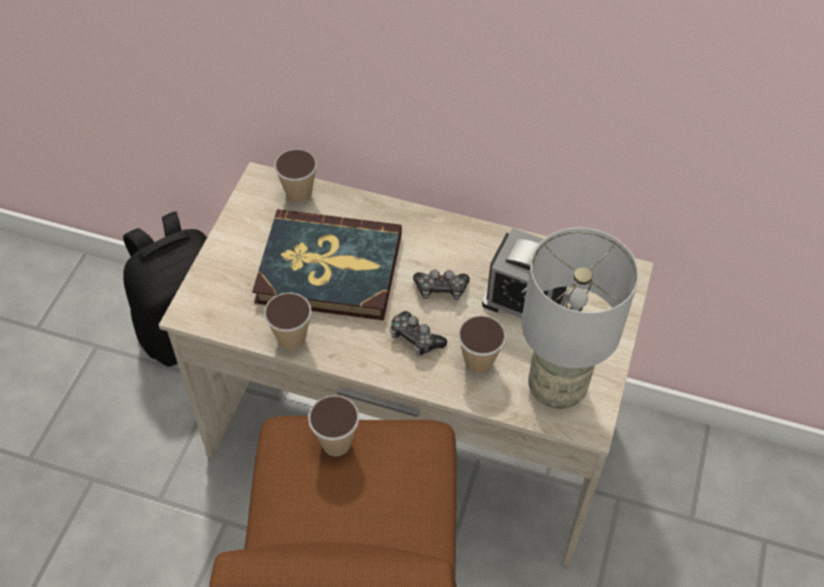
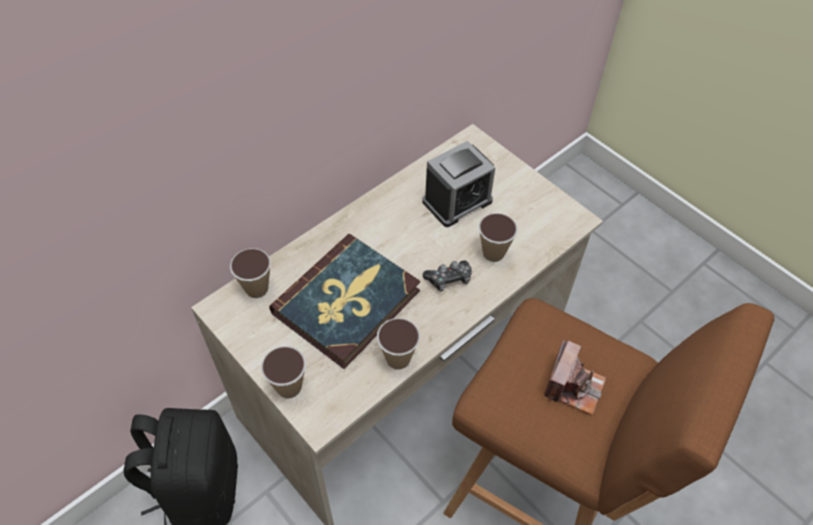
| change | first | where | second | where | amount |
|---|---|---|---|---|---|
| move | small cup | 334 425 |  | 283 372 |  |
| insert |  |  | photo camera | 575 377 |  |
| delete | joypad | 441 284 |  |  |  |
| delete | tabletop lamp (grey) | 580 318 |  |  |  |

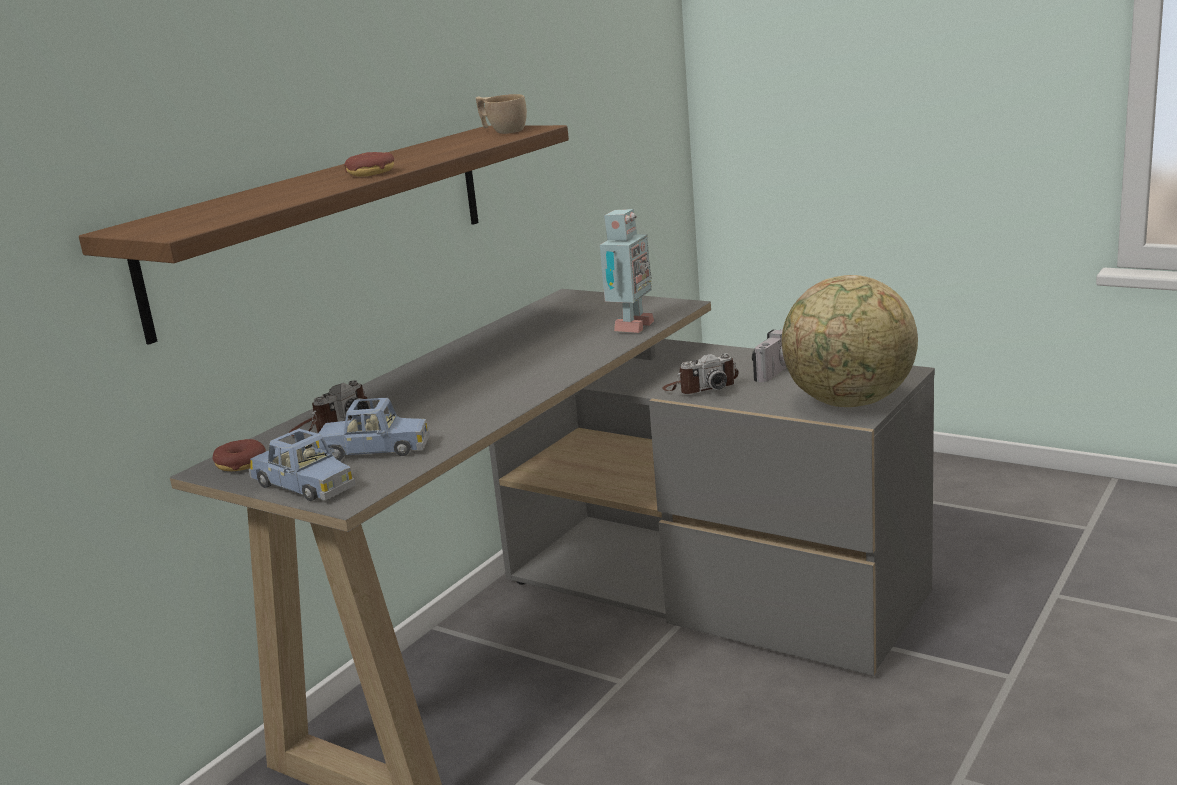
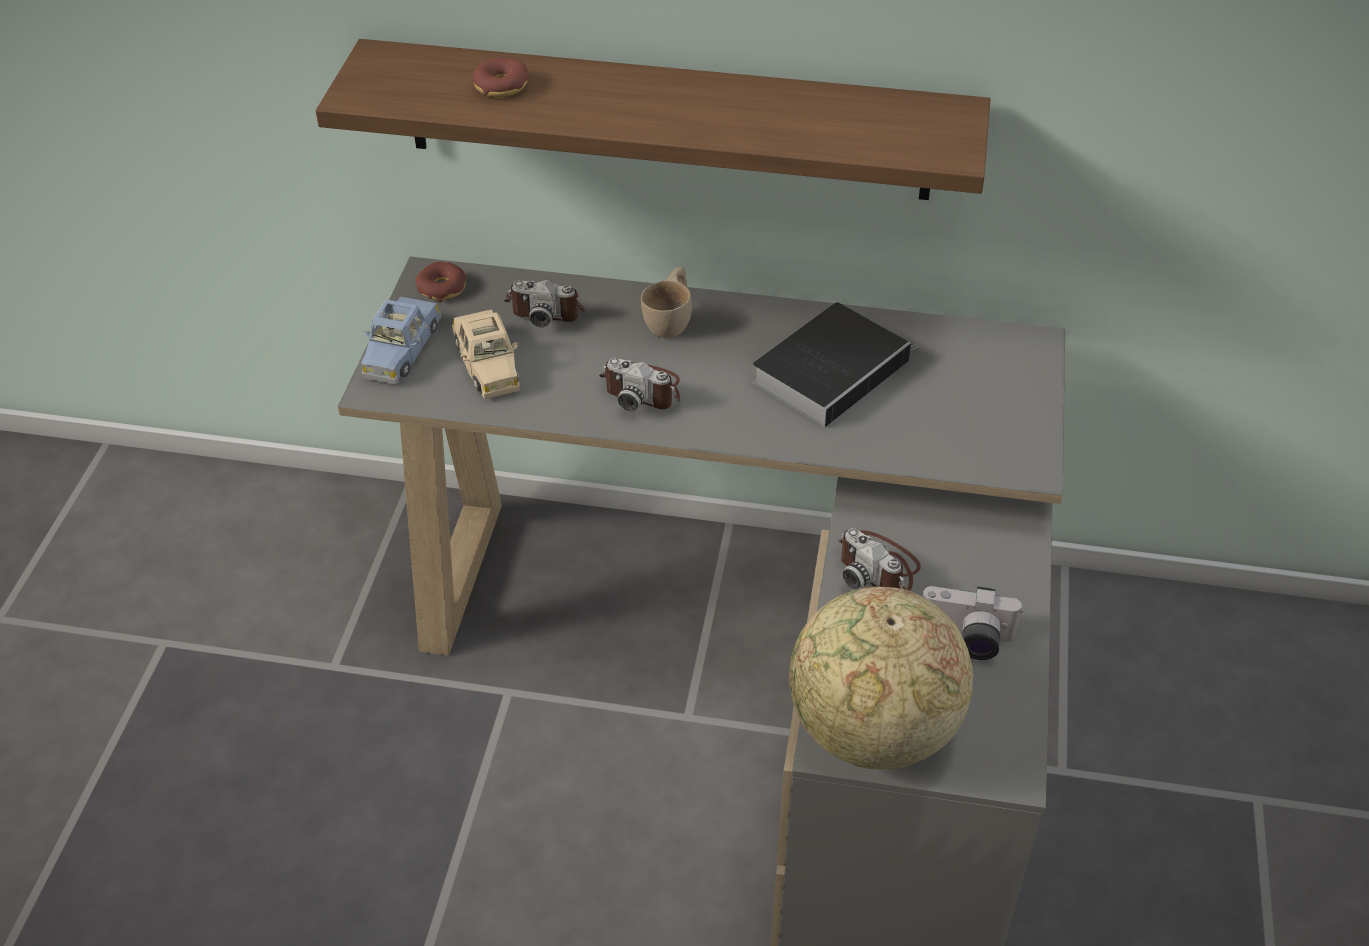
| change | first | where | second | where | amount |
|---|---|---|---|---|---|
| recolor | model car (blue-coloured) | 373 429 | model car (sand-coloured) | 486 354 |  |
| move | doughnut | 369 164 |  | 500 77 |  |
| insert |  |  | photo camera | 639 384 |  |
| move | small cup (sand-coloured) | 501 114 |  | 666 302 |  |
| insert |  |  | bound book | 835 364 |  |
| delete | toy robot | 627 271 |  |  |  |

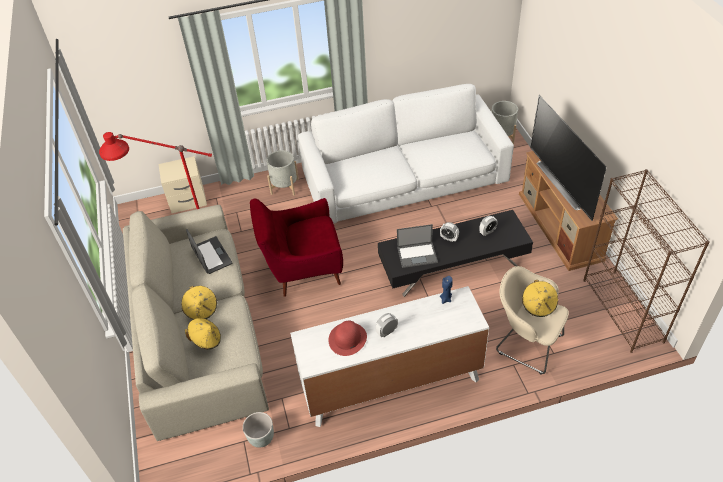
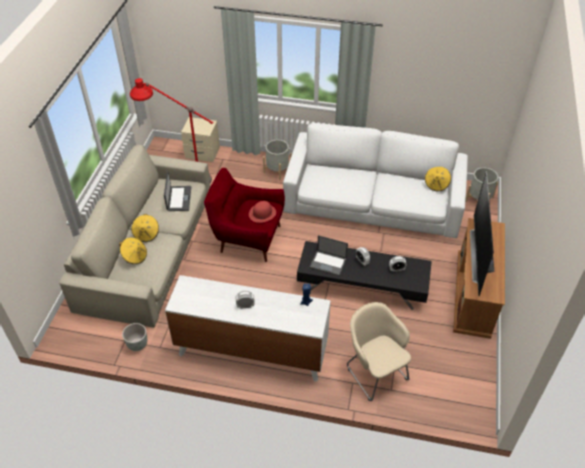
| change | first | where | second | where | amount |
|---|---|---|---|---|---|
| move | hat (reddish) | 348 338 |  | 262 212 |  |
| move | hat (yellow) | 540 298 |  | 438 179 |  |
| delete | bookcase (brown-coloured) | 646 261 |  |  |  |

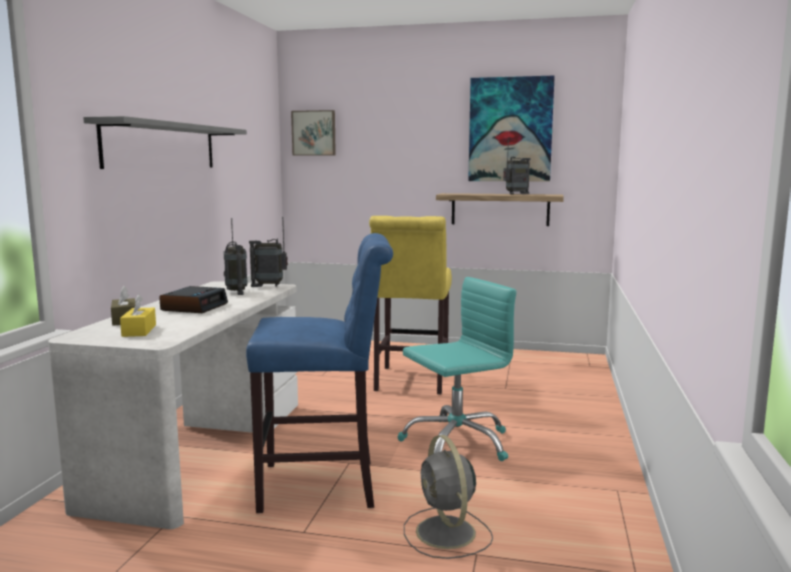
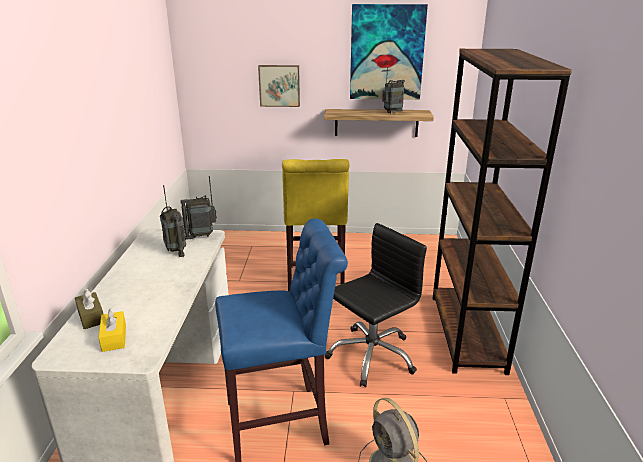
| change | first | where | second | where | amount |
|---|---|---|---|---|---|
| move | picture | 313 133 |  | 279 86 |  |
| recolor | computer chair (blue-green) | 456 369 | computer chair (black-coloured) | 376 305 |  |
| insert |  |  | bookcase (brown-coloured) | 502 212 |  |
| delete | bracket shelf (grey) | 165 142 |  |  |  |
| delete | bedside clock | 193 299 |  |  |  |

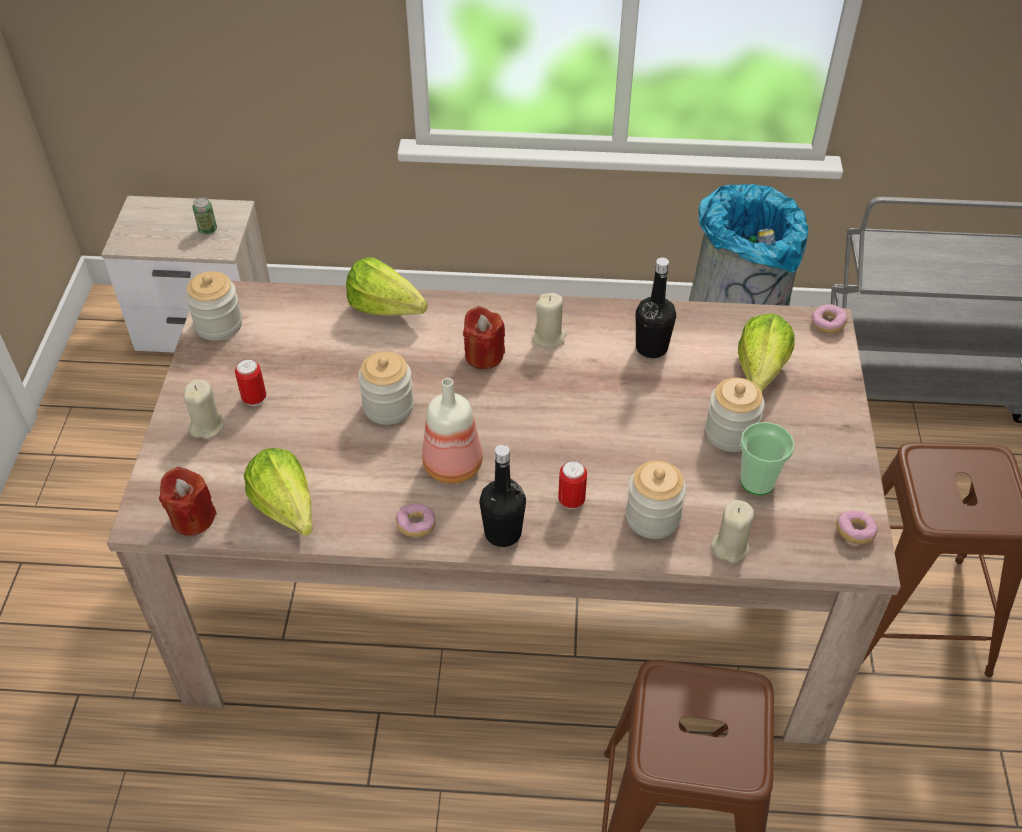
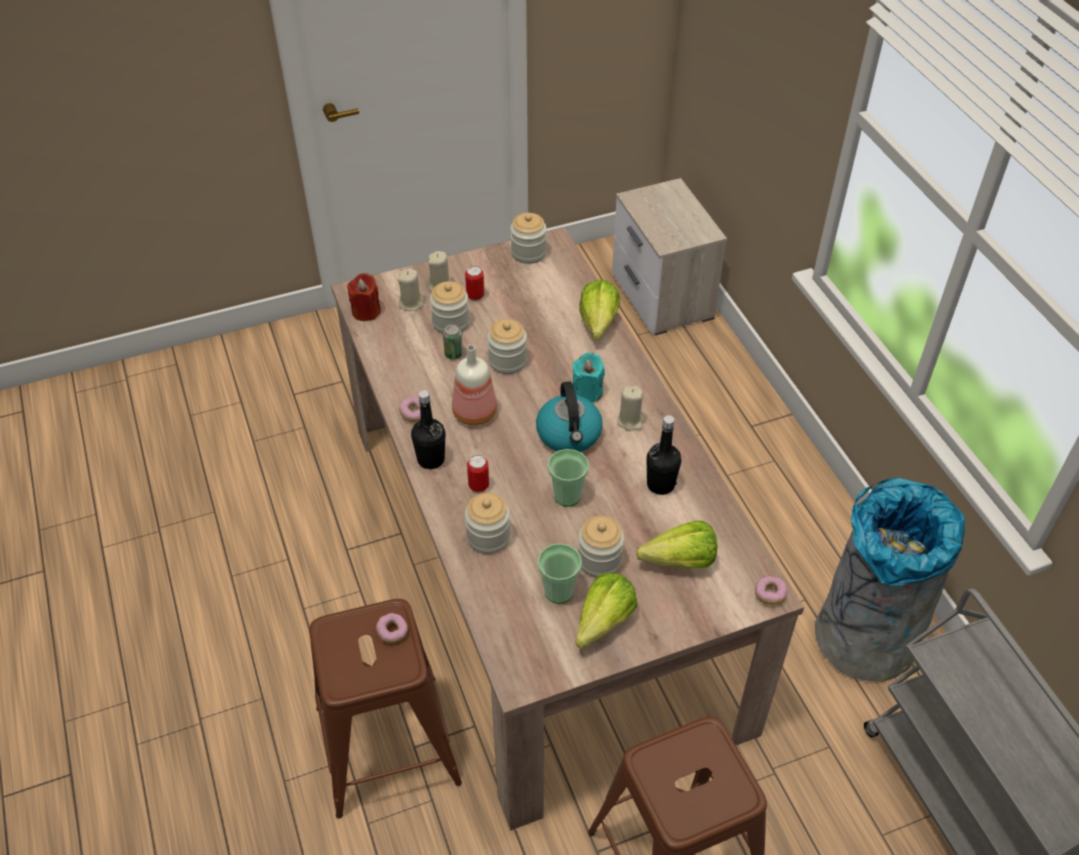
| change | first | where | second | where | amount |
|---|---|---|---|---|---|
| move | doughnut | 857 527 |  | 392 628 |  |
| move | wax candle (sand-coloured) | 732 531 |  | 411 290 |  |
| insert |  |  | jar | 449 307 |  |
| move | can | 205 216 |  | 453 342 |  |
| insert |  |  | kettle | 569 416 |  |
| insert |  |  | small cup | 568 477 |  |
| recolor | wax candle (reddish) | 484 337 | wax candle (blue-green) | 588 377 |  |
| move | lettuce head | 278 492 |  | 606 611 |  |

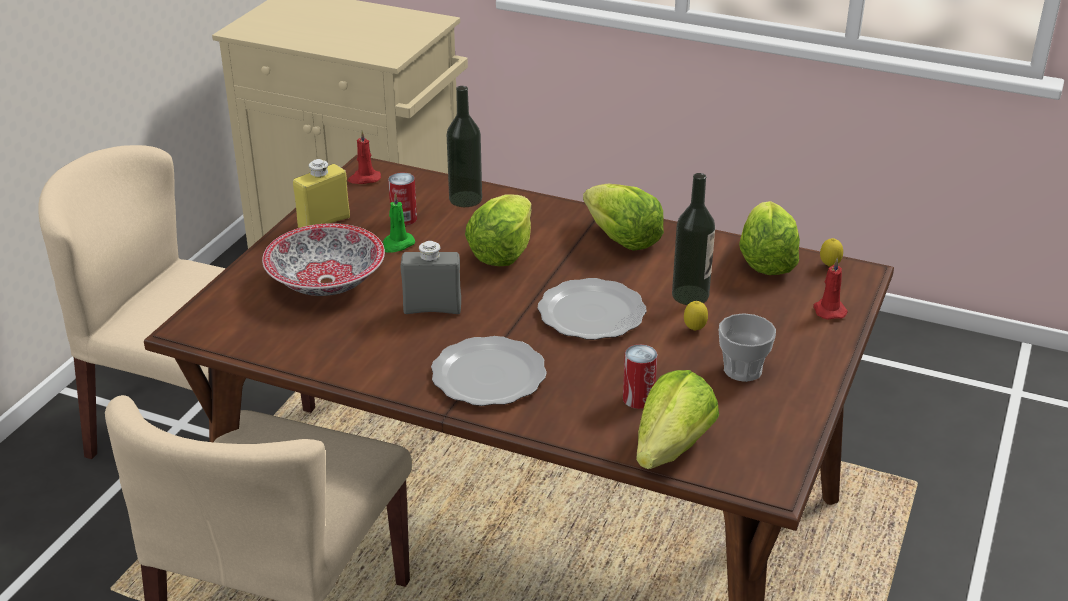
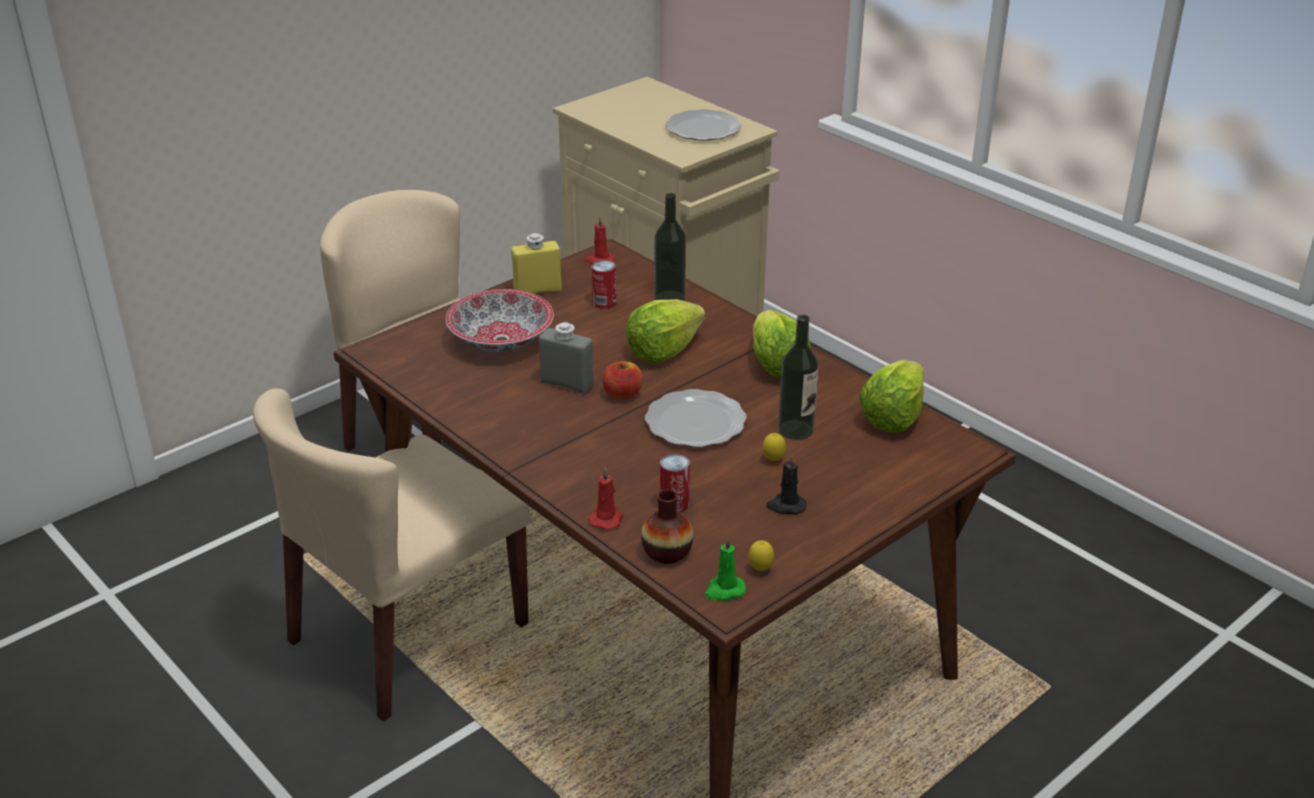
| change | first | where | second | where | amount |
|---|---|---|---|---|---|
| move | wax candle (reddish) | 830 289 |  | 605 499 |  |
| insert |  |  | whole apple | 623 380 |  |
| replace | lettuce head | 677 419 | vase | 667 527 |  |
| move | plate | 489 371 |  | 704 125 |  |
| move | wax candle (greenish) | 399 223 |  | 725 569 |  |
| move | citrus fruit | 831 252 |  | 761 555 |  |
| replace | small cup | 747 347 | wax candle (black-coloured) | 786 484 |  |

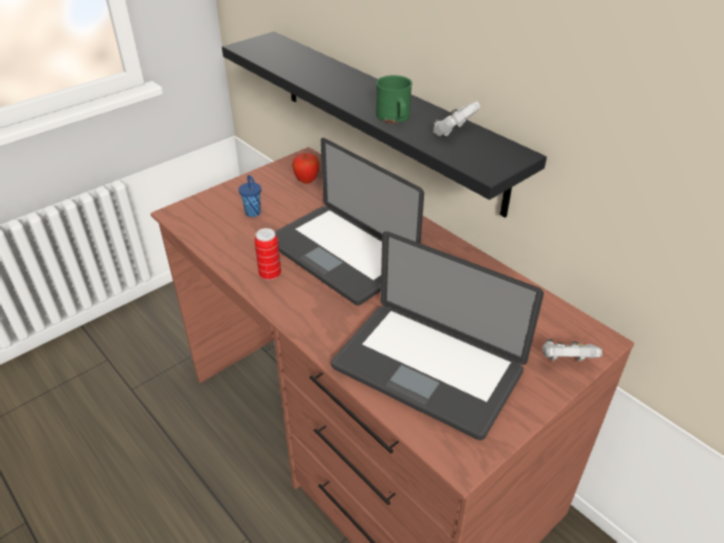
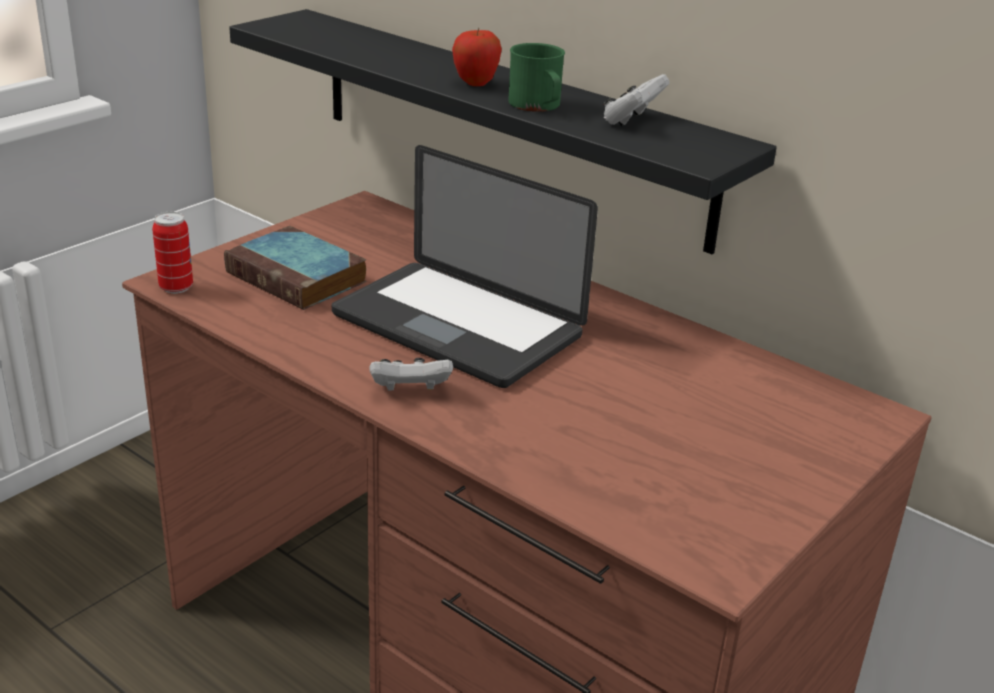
| change | first | where | second | where | amount |
|---|---|---|---|---|---|
| move | can | 267 254 |  | 172 253 |  |
| replace | small cup (blue-coloured) | 249 196 | bound book | 295 268 |  |
| move | joypad (white-coloured) | 572 350 |  | 411 374 |  |
| move | whole apple | 305 168 |  | 477 57 |  |
| delete | portable computer | 437 335 |  |  |  |

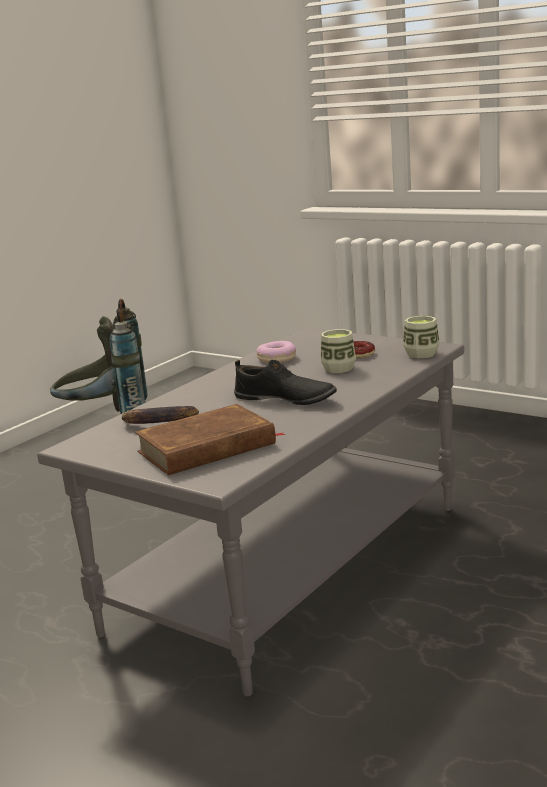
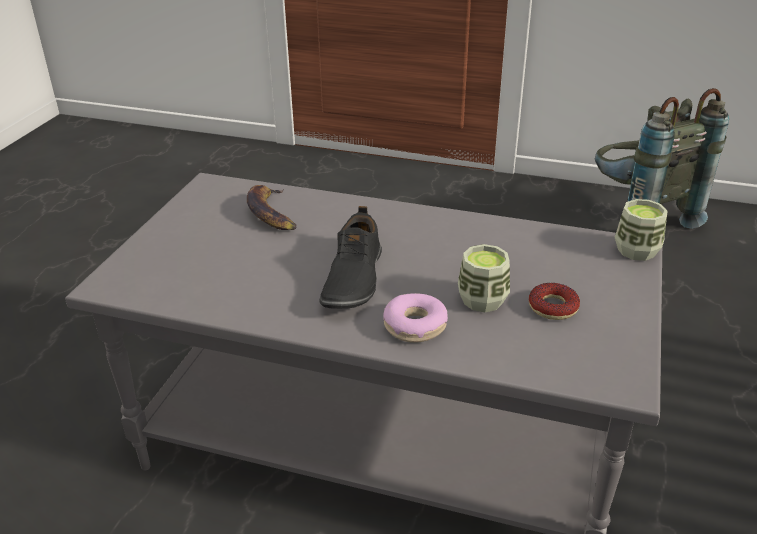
| change | first | where | second | where | amount |
|---|---|---|---|---|---|
| move | doughnut | 276 352 |  | 415 318 |  |
| move | small cup | 421 337 |  | 641 230 |  |
| delete | bound book (brown-coloured) | 210 439 |  |  |  |

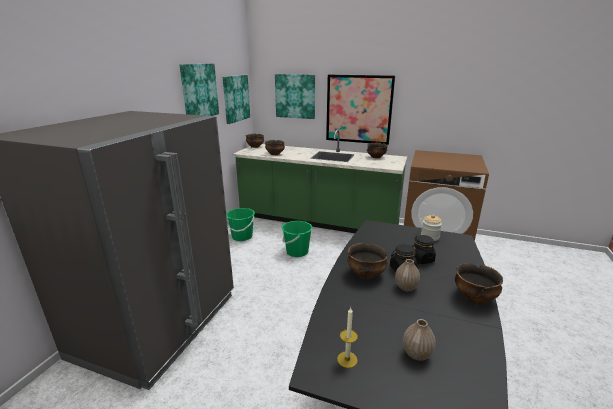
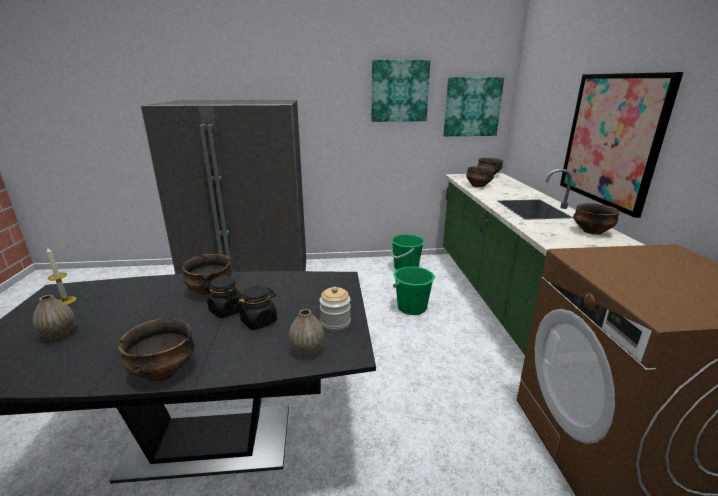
| change | first | where | second | where | amount |
|---|---|---|---|---|---|
| move | vase | 407 275 |  | 306 332 |  |
| delete | picture | 295 96 |  |  |  |

